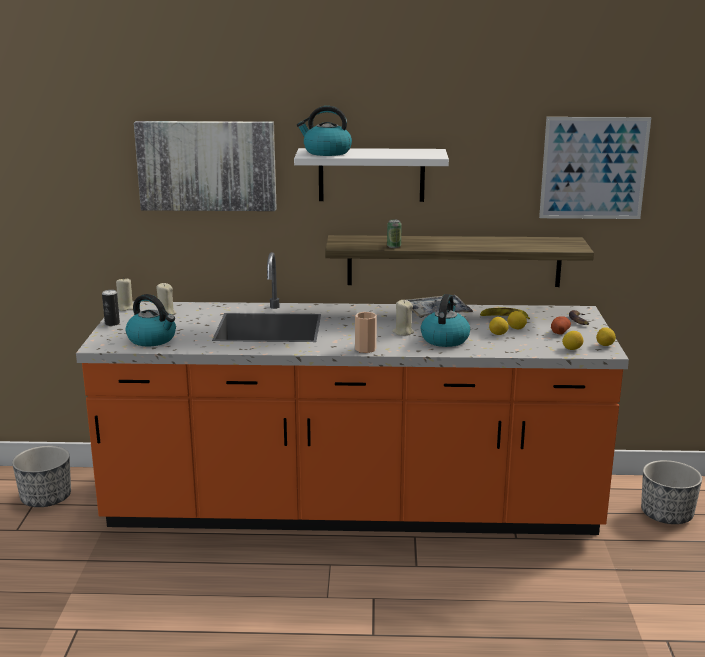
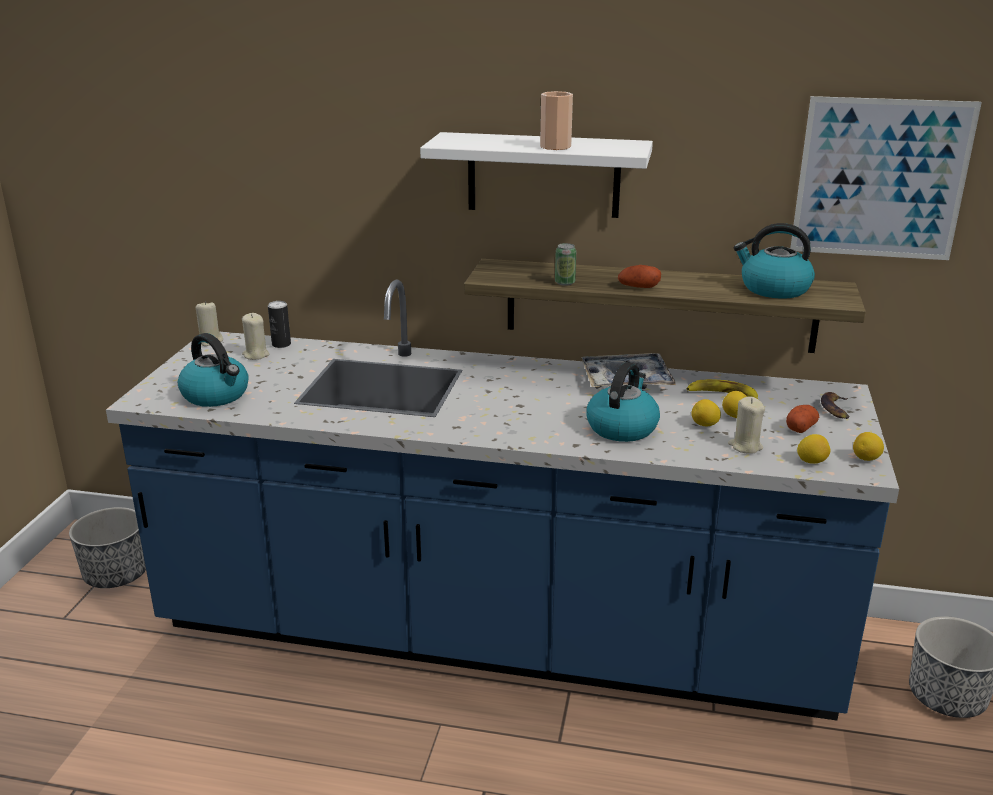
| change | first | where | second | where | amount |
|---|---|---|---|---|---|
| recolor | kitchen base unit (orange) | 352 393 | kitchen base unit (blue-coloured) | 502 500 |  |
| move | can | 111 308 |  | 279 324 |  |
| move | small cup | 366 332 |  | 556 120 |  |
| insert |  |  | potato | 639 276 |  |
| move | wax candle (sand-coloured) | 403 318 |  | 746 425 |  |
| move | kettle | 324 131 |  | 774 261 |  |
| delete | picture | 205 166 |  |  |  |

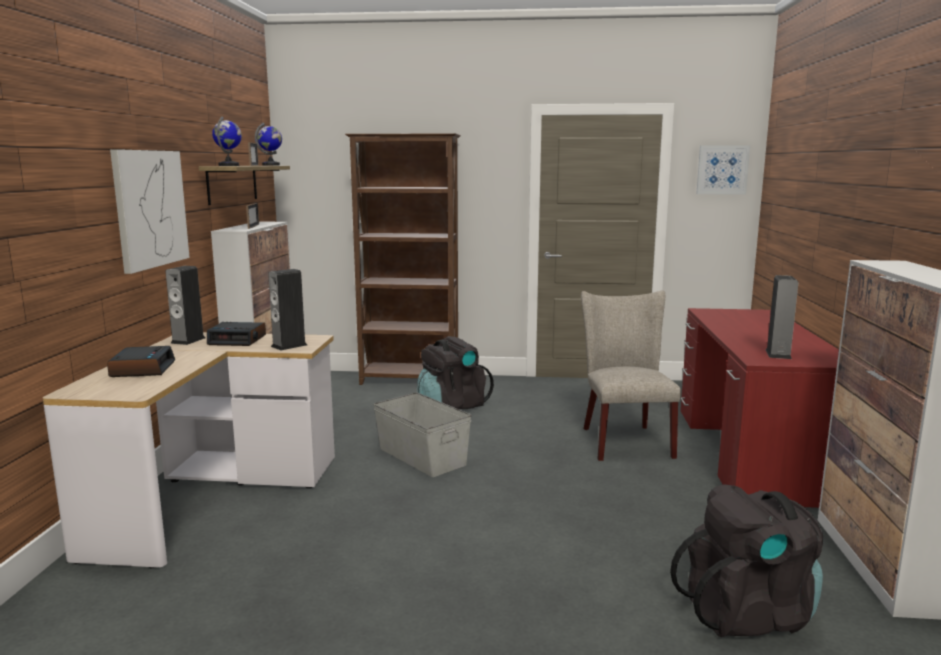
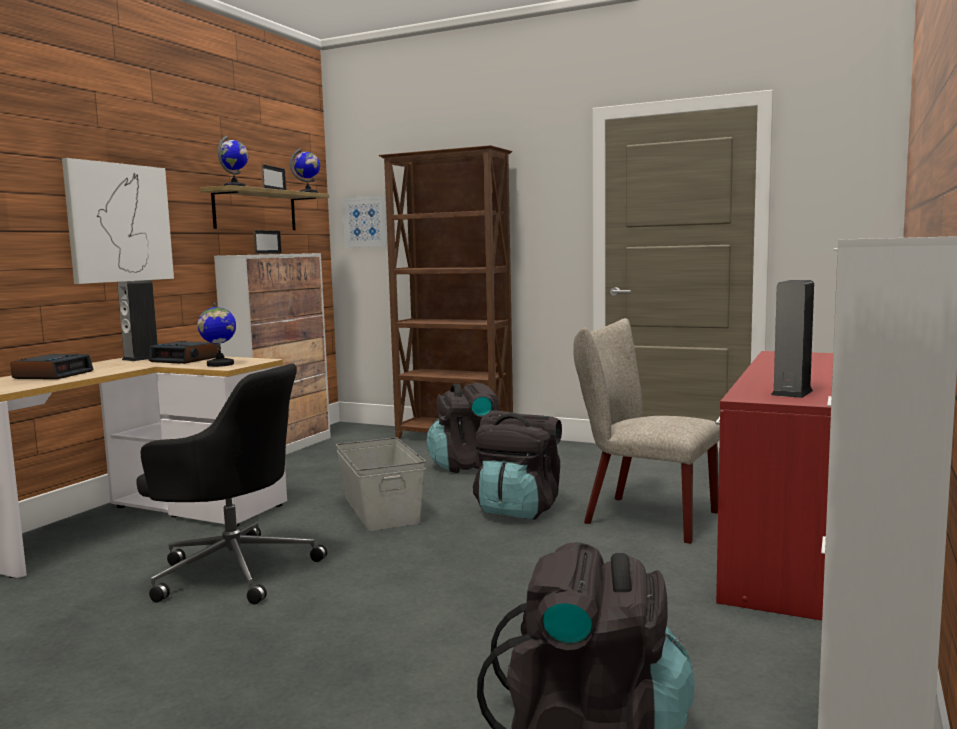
| change | first | where | second | where | amount |
|---|---|---|---|---|---|
| insert |  |  | computer chair (black-coloured) | 231 484 |  |
| replace | speaker | 287 309 | globe | 217 334 |  |
| move | picture | 723 169 |  | 365 222 |  |
| insert |  |  | knapsack (black-coloured) | 517 465 |  |
| rotate | upright chair (sand-coloured) | 631 375 |  | 646 431 | 75 degrees counterclockwise |

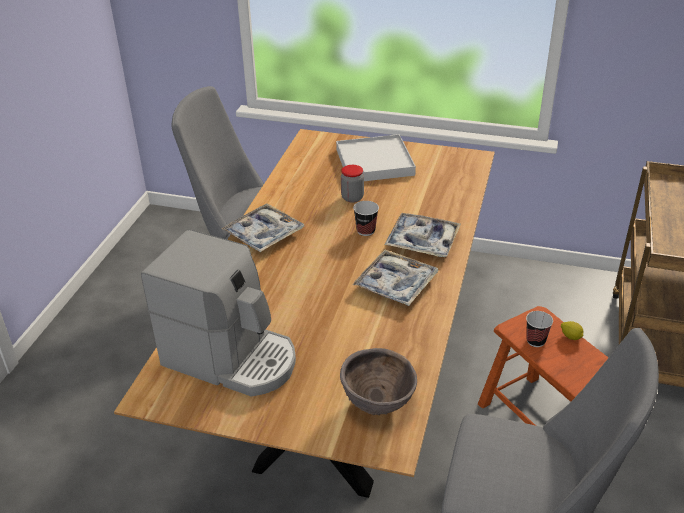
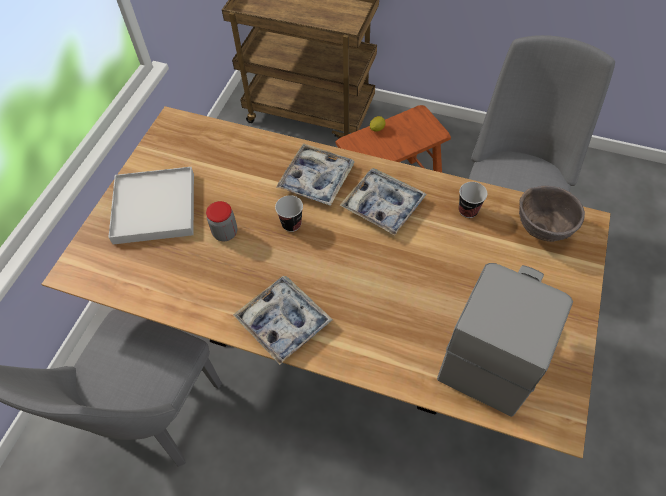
| change | first | where | second | where | amount |
|---|---|---|---|---|---|
| move | small cup | 539 329 |  | 473 200 |  |

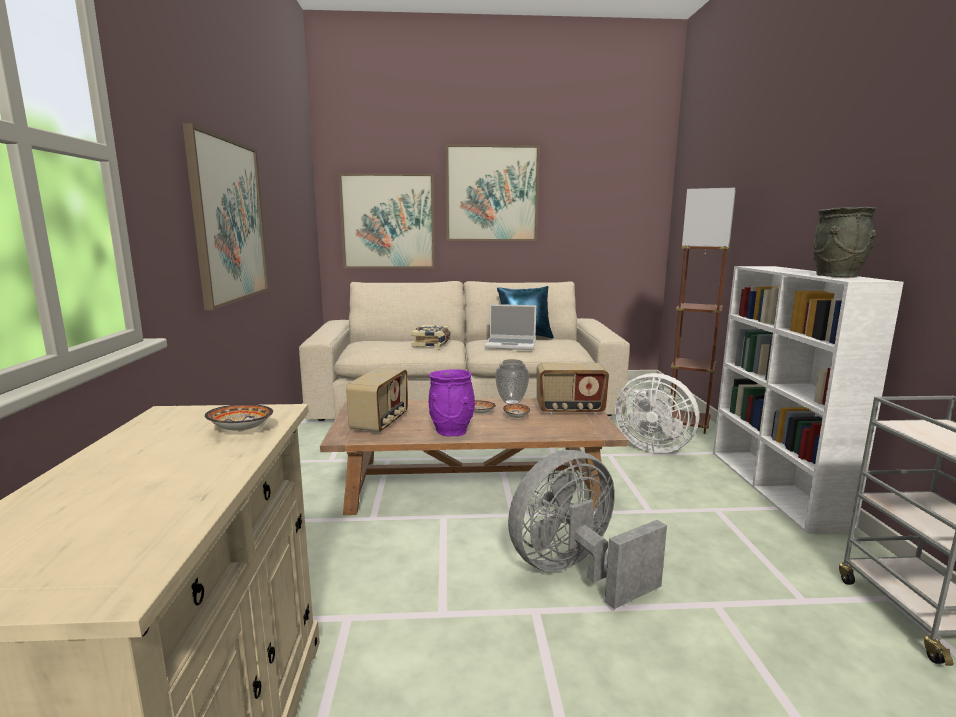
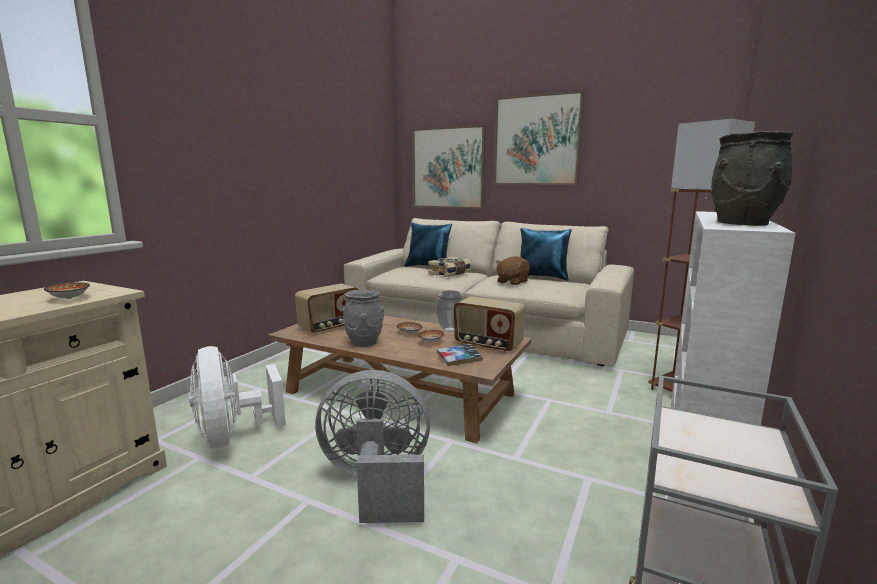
| change | first | where | second | where | amount |
|---|---|---|---|---|---|
| move | cooling fan (white-coloured) | 657 413 |  | 237 397 |  |
| recolor | vase (purple) | 451 402 | vase (grey) | 363 318 |  |
| insert |  |  | cushion (blue-coloured) | 428 245 |  |
| insert |  |  | bound book | 460 355 |  |
| replace | portable computer | 510 327 | cuddly toy (brown-coloured) | 513 270 |  |
| delete | picture | 226 216 |  |  |  |

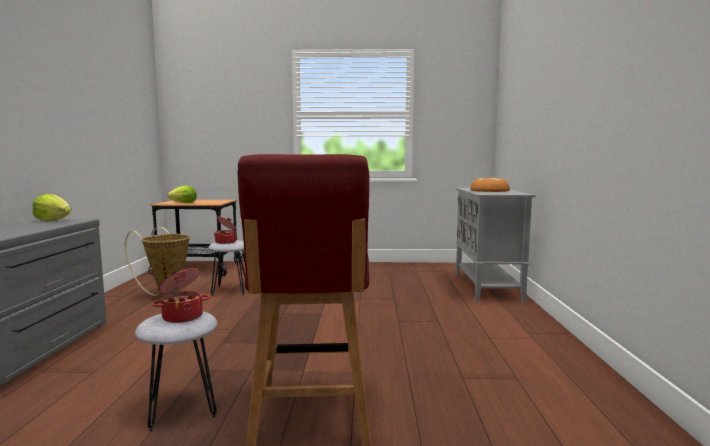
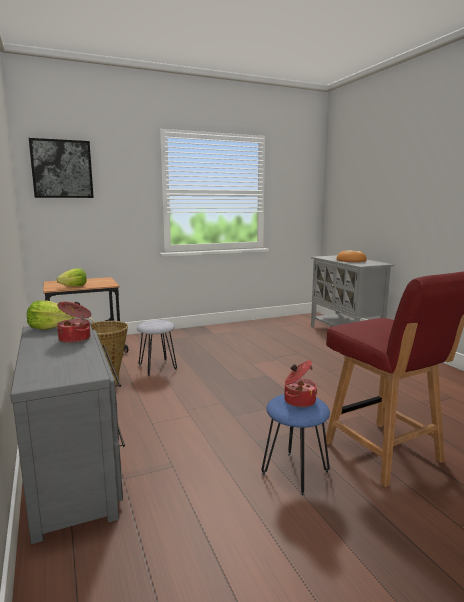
| change | first | where | second | where | amount |
|---|---|---|---|---|---|
| insert |  |  | picture | 61 168 |  |
| move | saucepot | 225 230 |  | 74 322 |  |
| recolor | stool seat (grey) | 176 371 | stool seat (blue-coloured) | 295 445 |  |

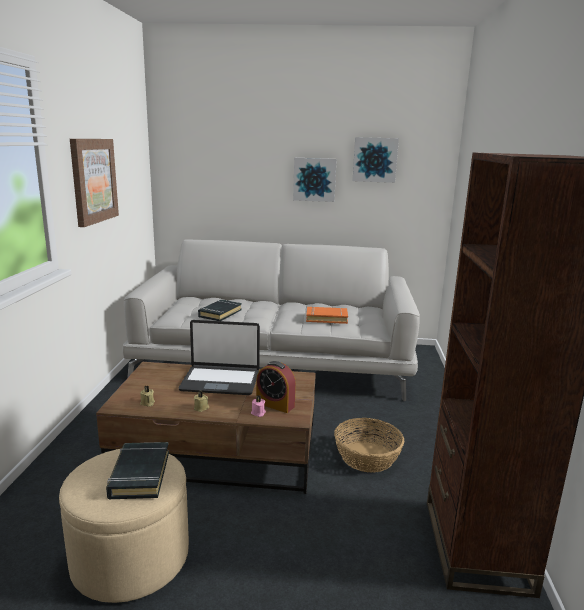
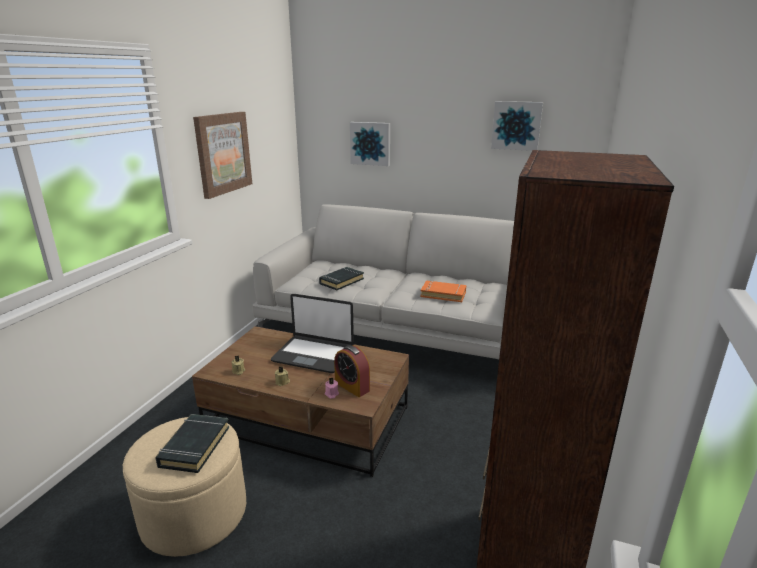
| change | first | where | second | where | amount |
|---|---|---|---|---|---|
| move | picture | 315 180 |  | 370 144 |  |
| delete | household basket | 369 445 |  |  |  |

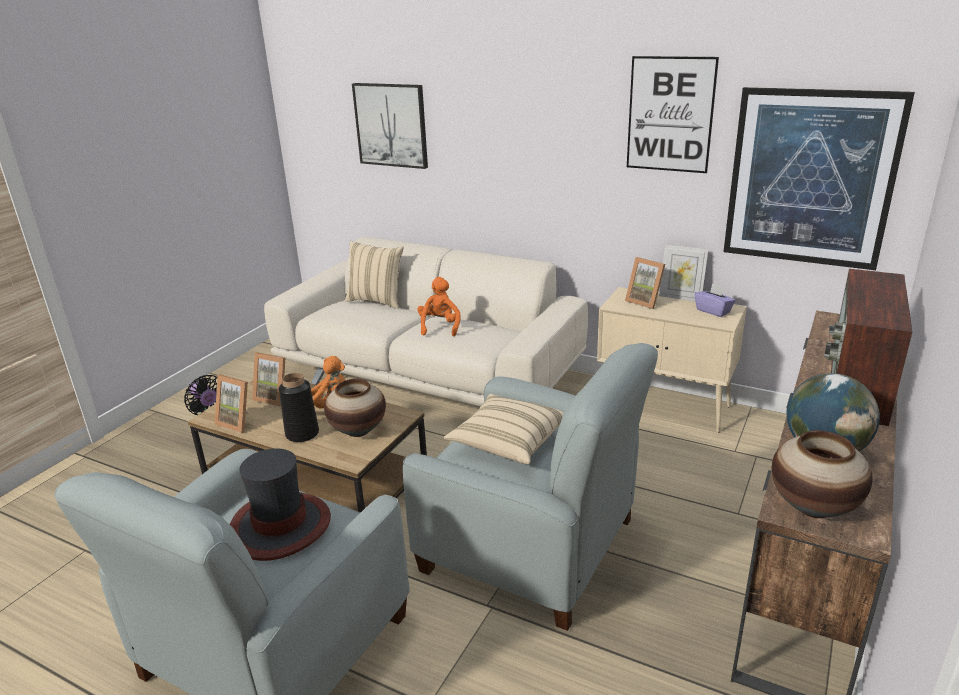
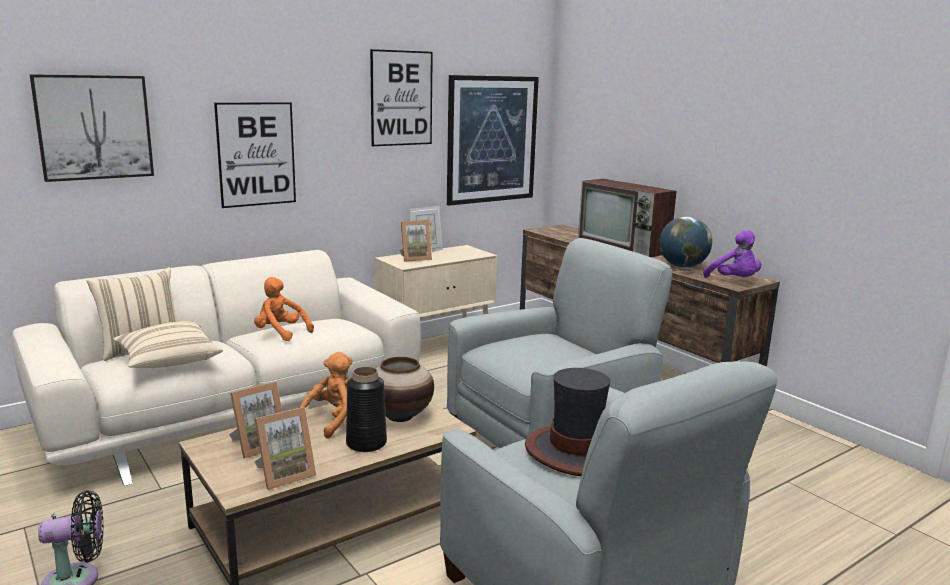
| change | first | where | second | where | amount |
|---|---|---|---|---|---|
| move | cushion (sand-coloured) | 504 429 |  | 168 344 |  |
| insert |  |  | picture | 255 155 |  |
| replace | vase | 822 474 | cuddly toy (purple) | 732 254 |  |
| delete | tissue box (purple) | 715 300 |  |  |  |

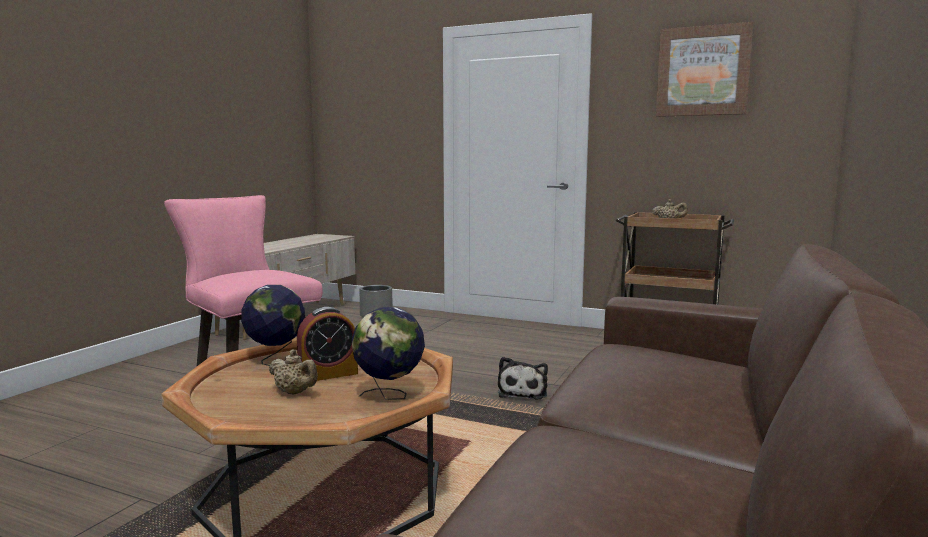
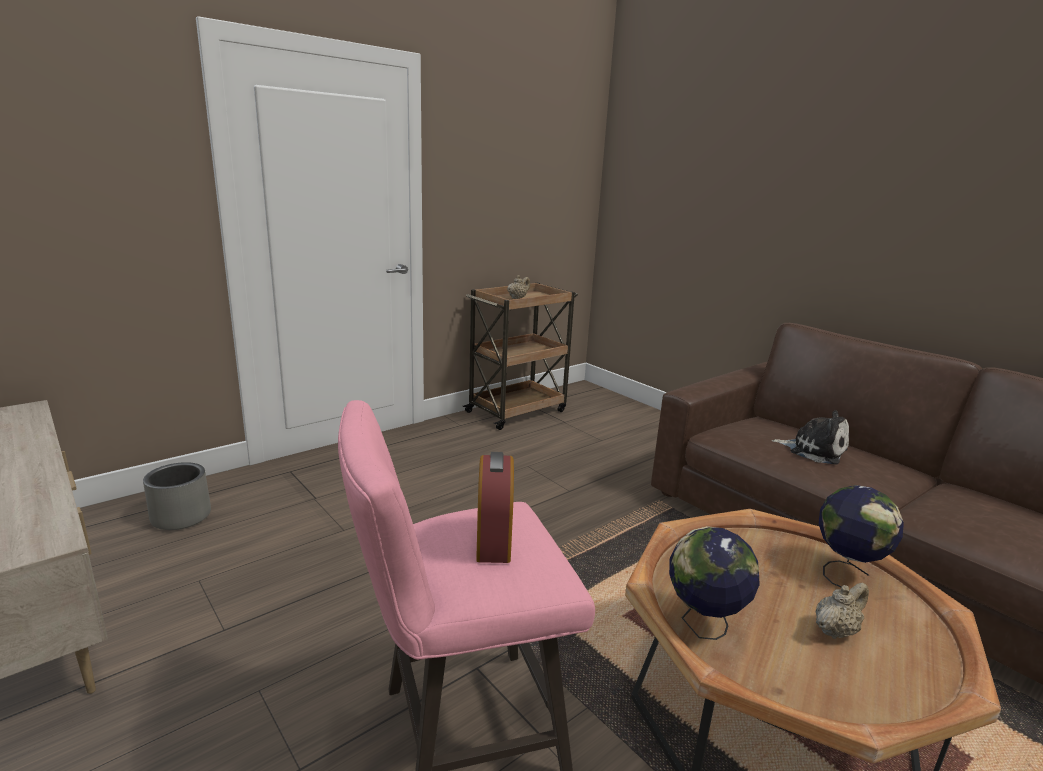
| change | first | where | second | where | amount |
|---|---|---|---|---|---|
| move | bedside clock | 327 344 |  | 495 507 |  |
| move | cuddly toy | 523 378 |  | 810 437 |  |
| delete | picture | 704 69 |  |  |  |

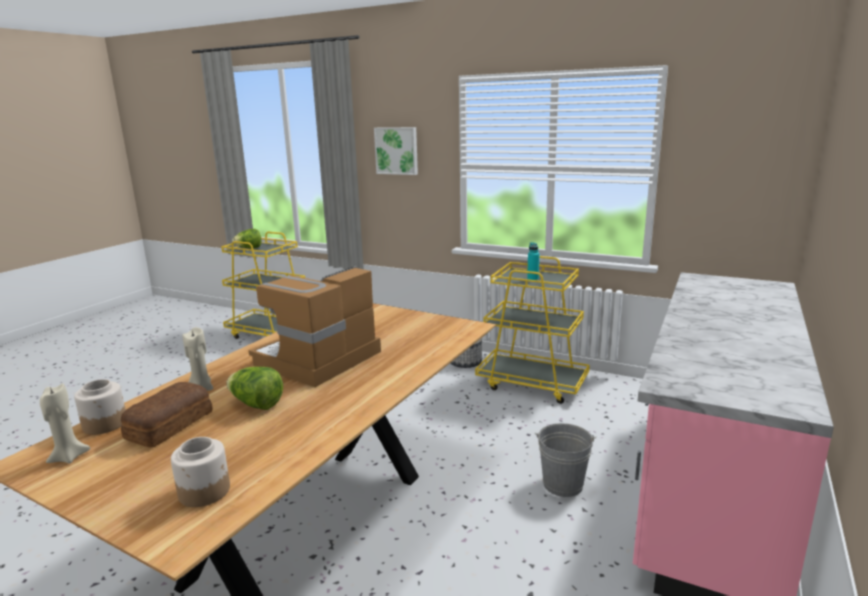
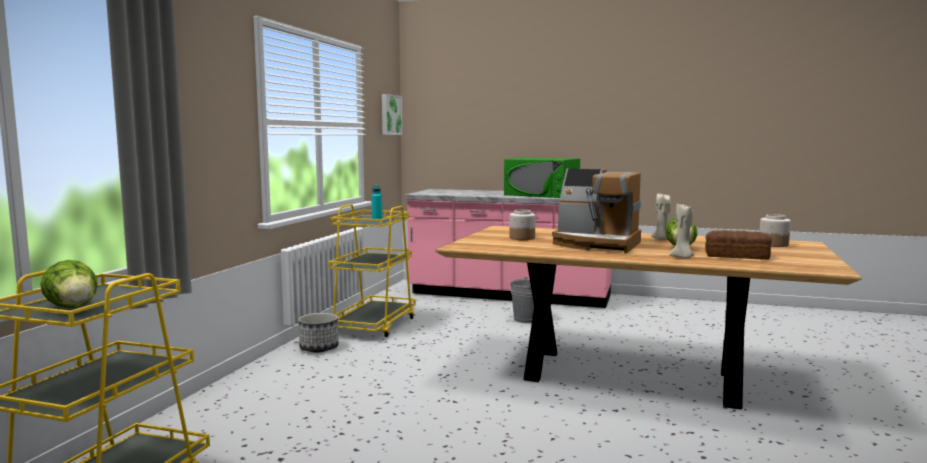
| change | first | where | second | where | amount |
|---|---|---|---|---|---|
| move | picture | 396 151 |  | 392 114 |  |
| insert |  |  | kitchen microwave (greenish) | 542 178 |  |
| move | jar | 100 407 |  | 522 225 |  |
| move | wax candle (sand-coloured) | 65 423 |  | 661 217 |  |

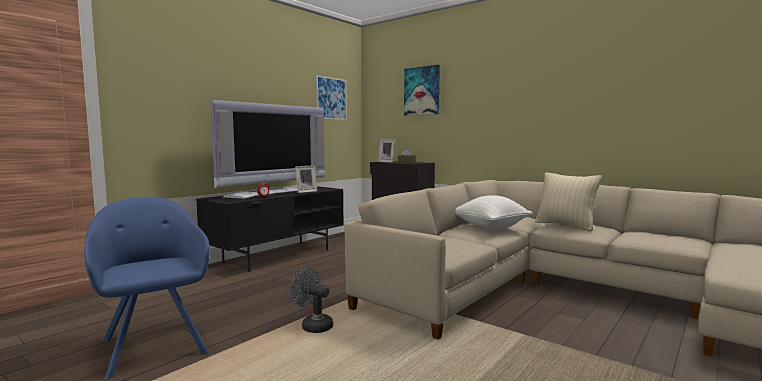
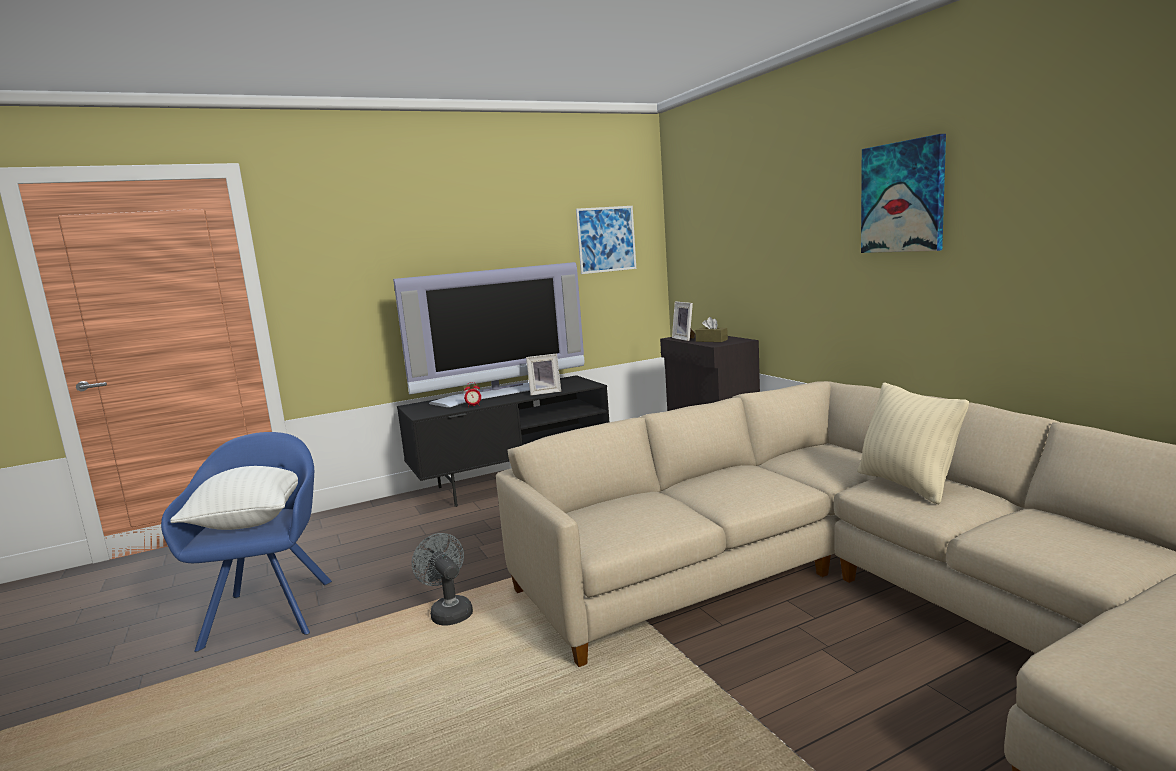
| change | first | where | second | where | amount |
|---|---|---|---|---|---|
| move | cushion (white-coloured) | 494 212 |  | 234 498 |  |
| move | picture | 422 90 |  | 903 193 |  |

